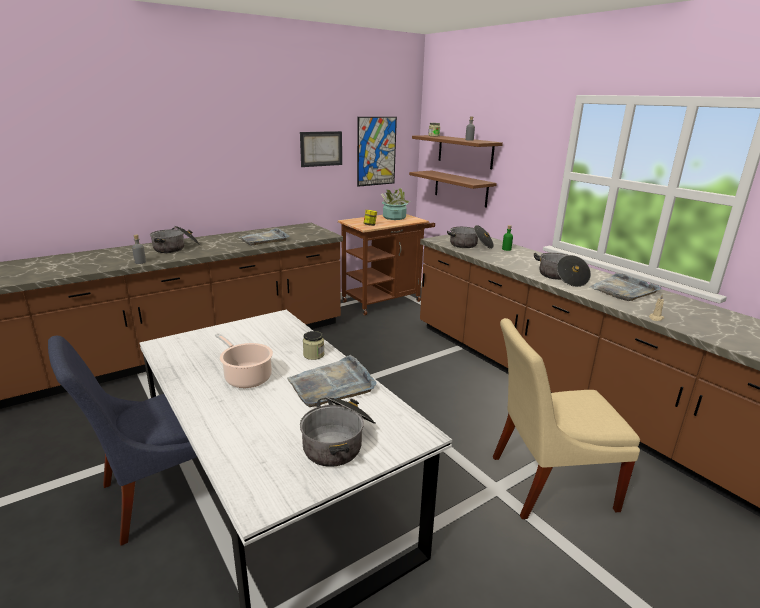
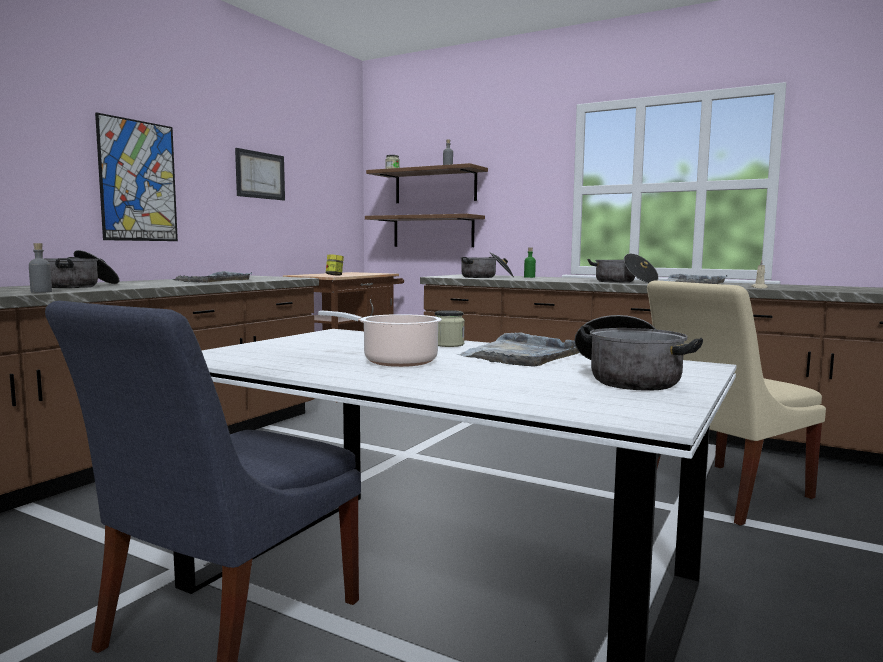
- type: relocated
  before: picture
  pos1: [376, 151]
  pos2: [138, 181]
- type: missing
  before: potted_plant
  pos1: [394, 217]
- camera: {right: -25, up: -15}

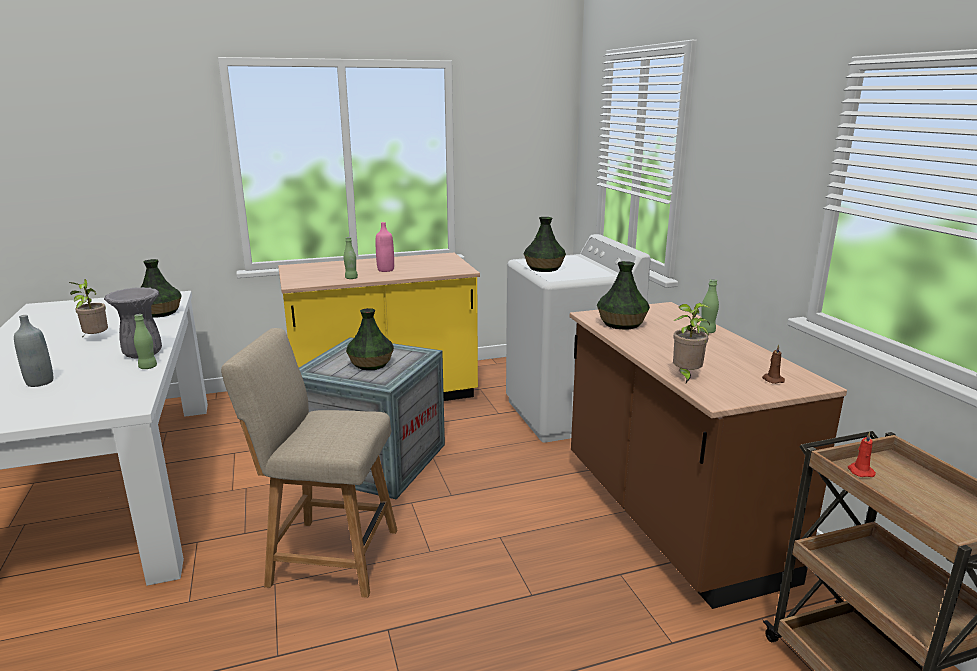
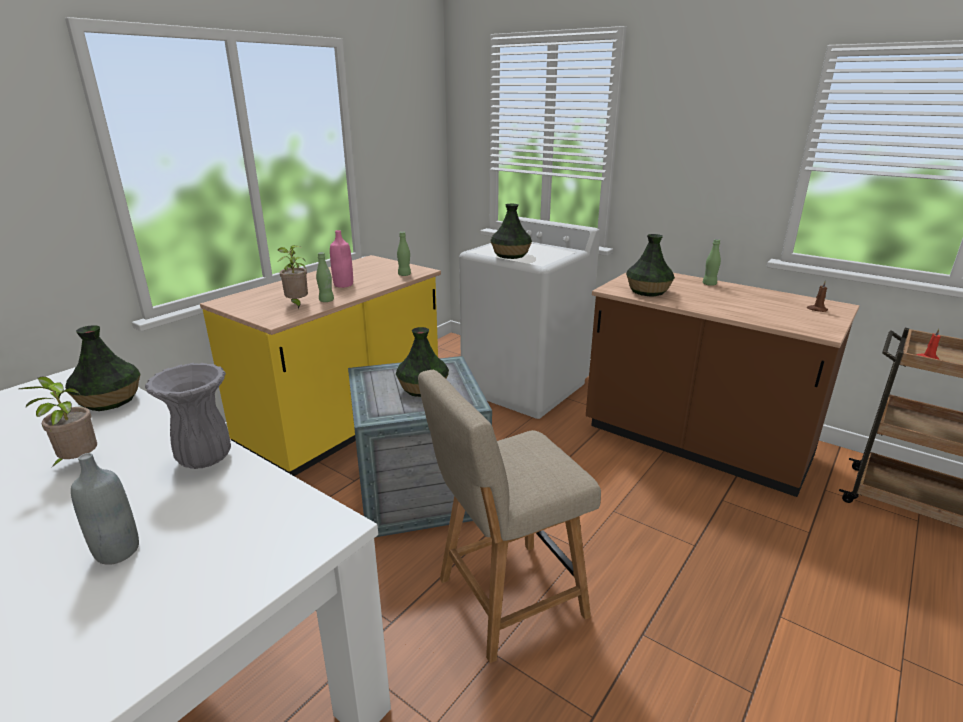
- type: relocated
  before: potted_plant
  pos1: [686, 376]
  pos2: [297, 304]
- type: relocated
  before: green_bottle
  pos1: [148, 367]
  pos2: [404, 275]
- camera: {right: -35, up: 5}

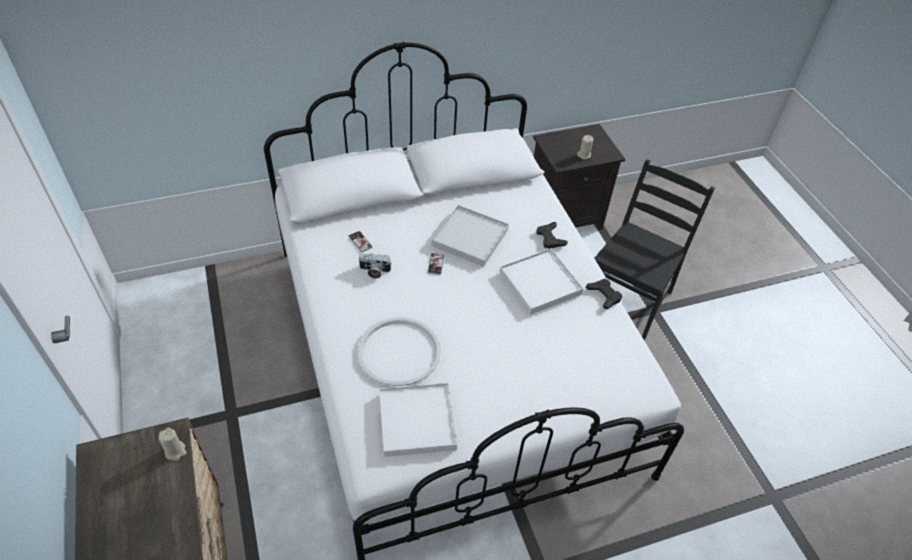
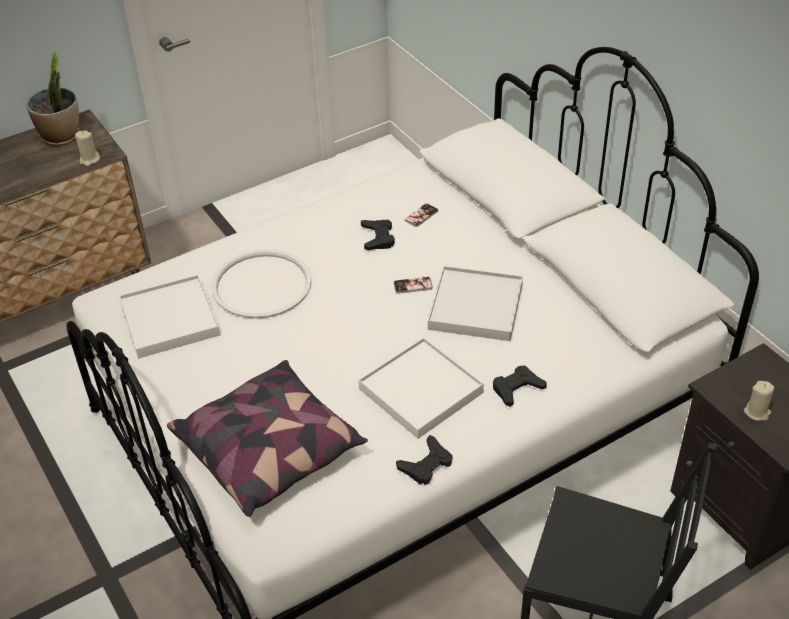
- type: appeared
  after: potted_plant
  pos2: [61, 136]
- type: appeared
  after: pillow
  pos2: [270, 450]
- type: exchanged
  before: photo_camera
  after: black_game_controller
  pos1: [374, 271]
  pos2: [378, 238]
- camera: {right: 80, up: -5}

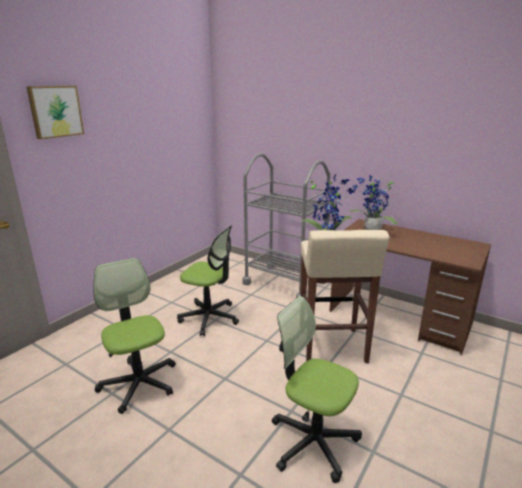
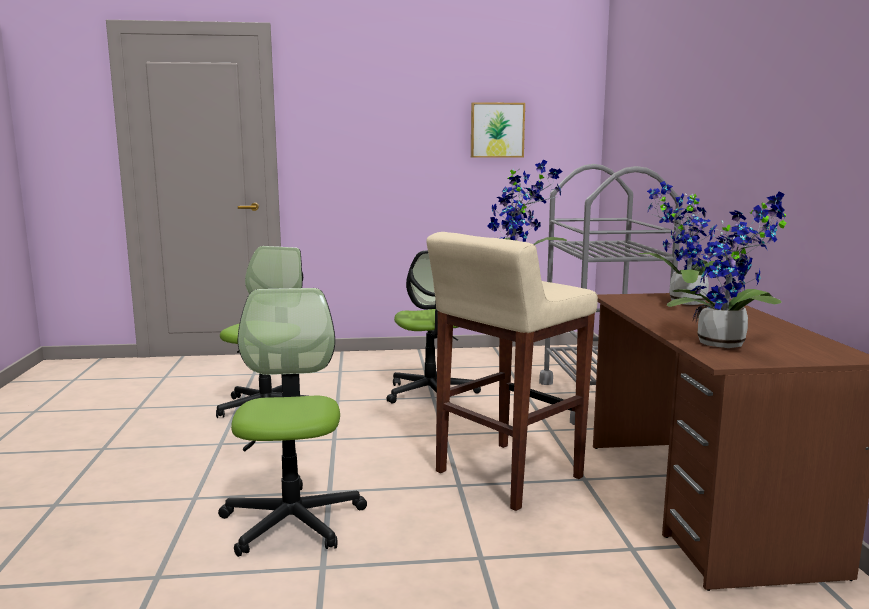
- type: relocated
  before: picture
  pos1: [55, 111]
  pos2: [497, 130]
- type: appeared
  after: potted_plant
  pos2: [727, 345]
- camera: {right: 50, up: -10}

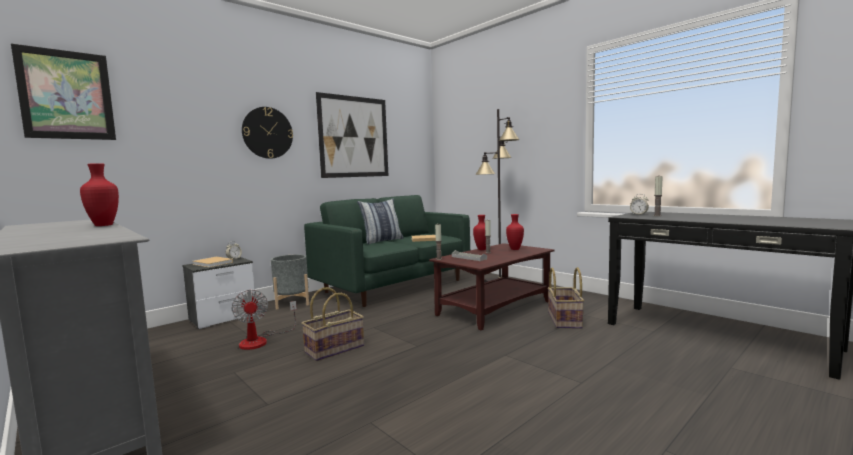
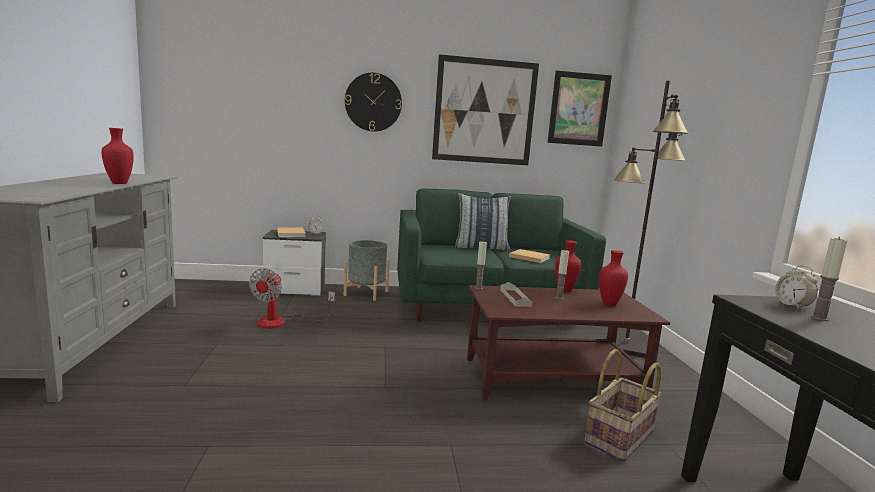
- type: relocated
  before: picture
  pos1: [66, 95]
  pos2: [578, 109]
- type: missing
  before: basket
  pos1: [334, 349]
- camera: {right: 35, up: 5}

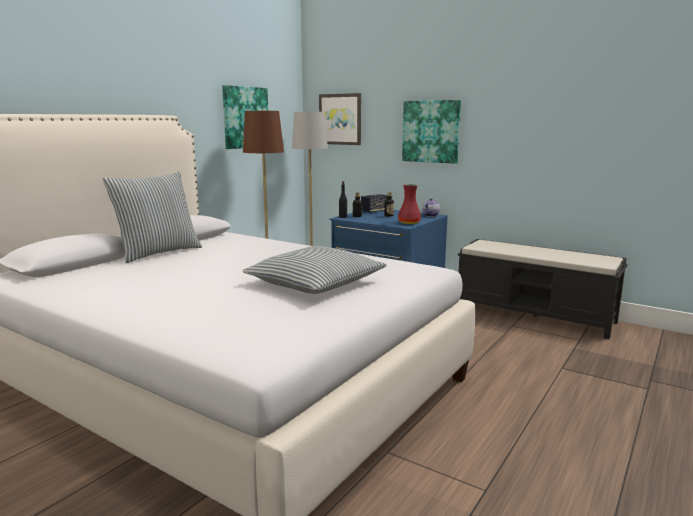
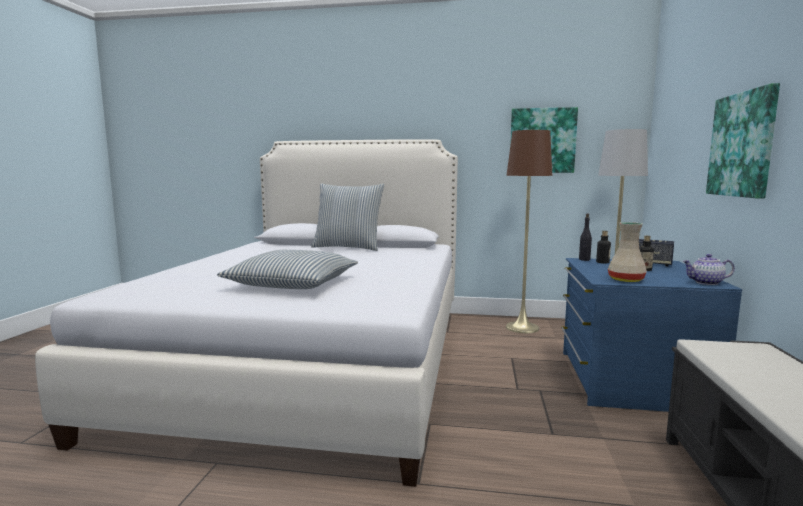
- type: colour
  before: red_vase
  after: beige_vase
  pos1: [409, 223]
  pos2: [626, 280]
- type: missing
  before: picture
  pos1: [340, 119]
- camera: {right: 65, up: -5}

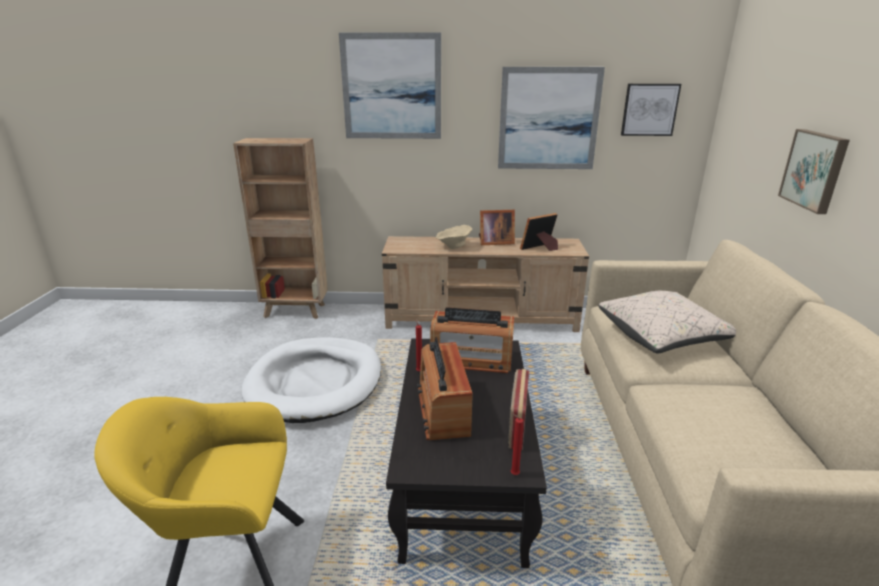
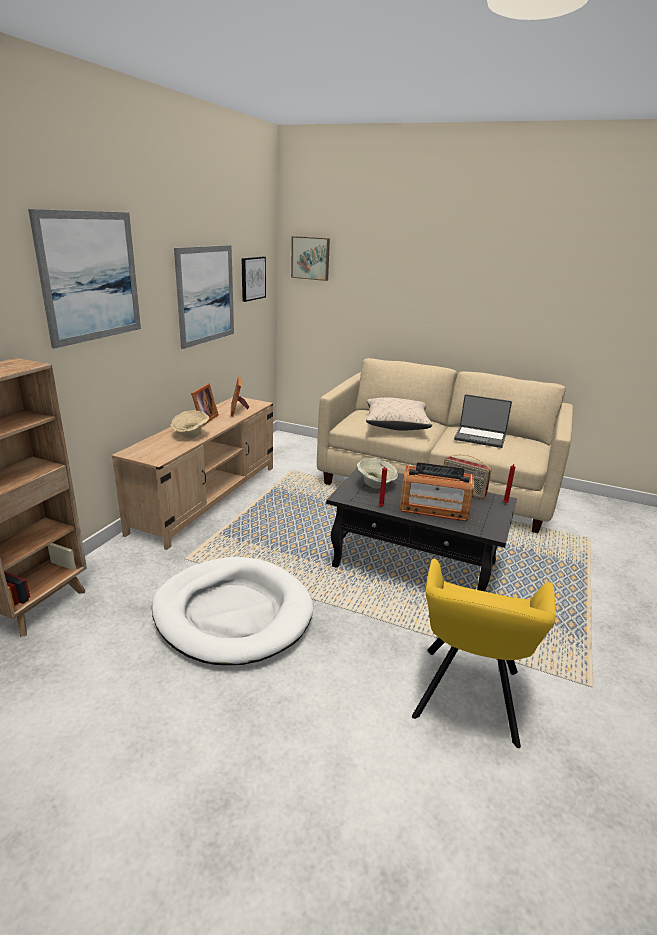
- type: relocated
  before: picture
  pos1: [815, 170]
  pos2: [311, 258]
- type: exchanged
  before: radio
  after: beige_bowl
  pos1: [471, 359]
  pos2: [376, 485]
- type: appeared
  after: laptop
  pos2: [480, 437]
- camera: {right: -70, up: 0}

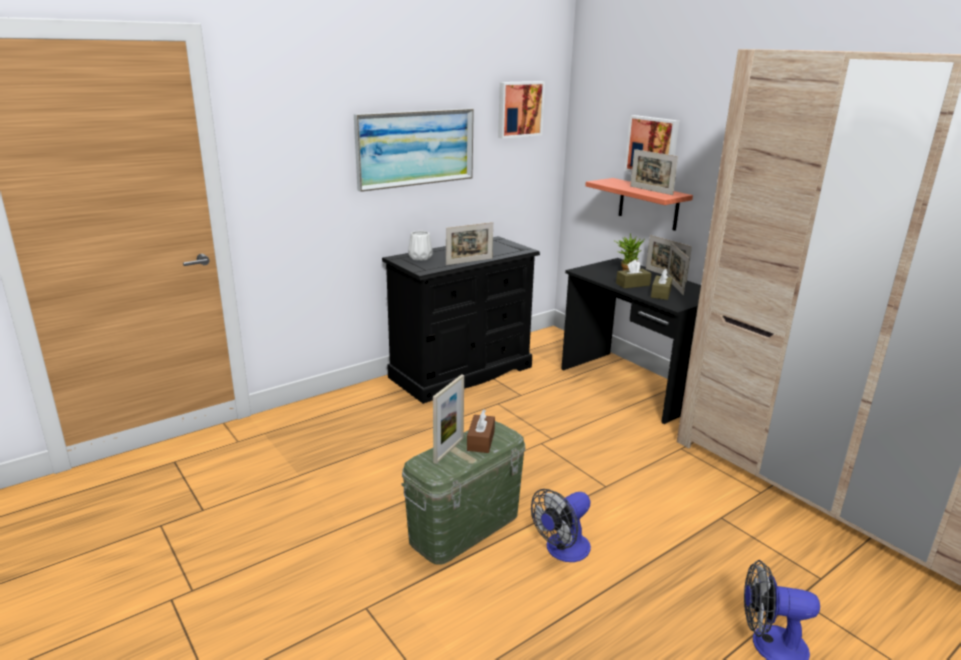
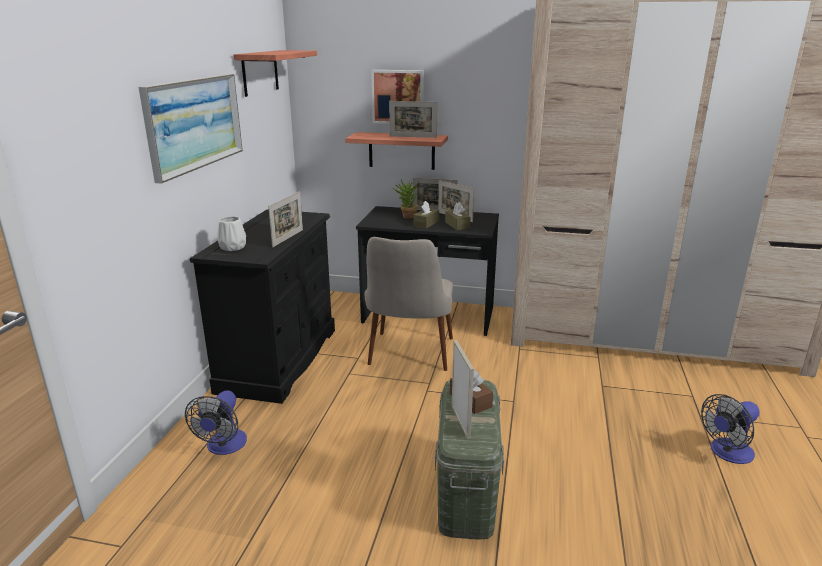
- type: relocated
  before: fan
  pos1: [562, 551]
  pos2: [224, 447]
- type: exchanged
  before: picture
  after: shelf
  pos1: [519, 109]
  pos2: [260, 72]
- type: appeared
  after: beige_chair
  pos2: [409, 359]
- camera: {right: -40, up: 0}

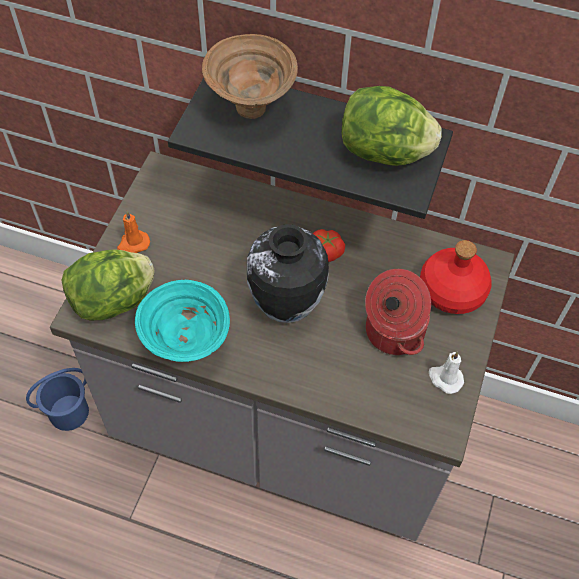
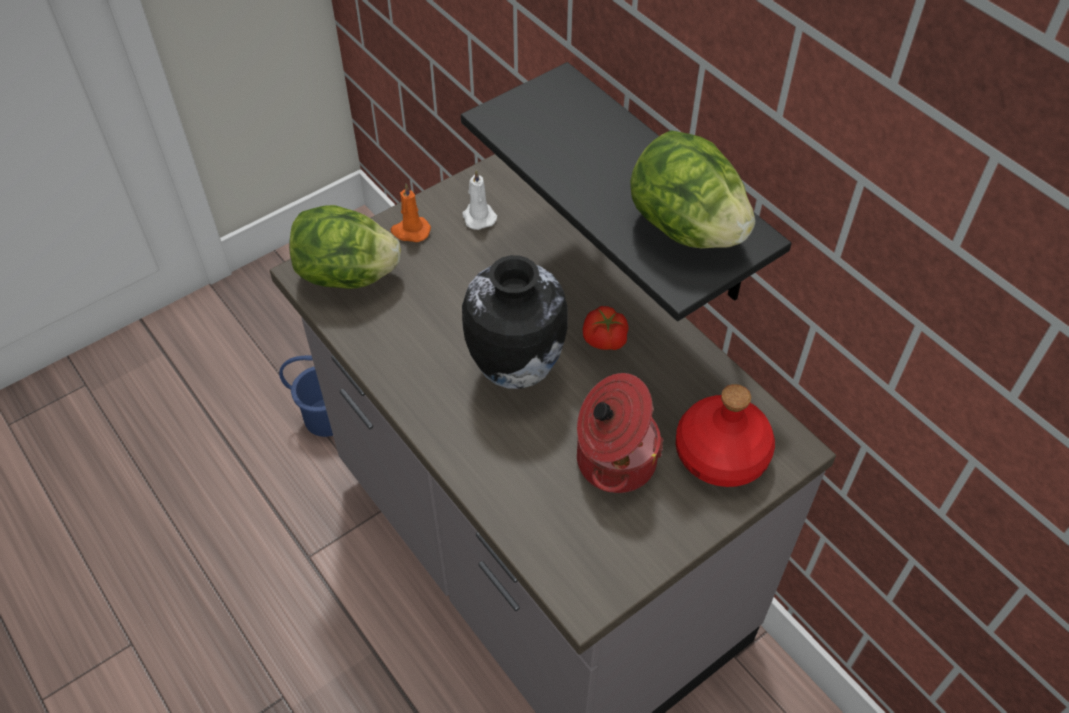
- type: relocated
  before: white_candle
  pos1: [445, 378]
  pos2: [478, 216]
- type: missing
  before: turquoise_bowl
  pos1: [188, 346]
- type: missing
  before: brown_bowl
  pos1: [252, 110]
- camera: {right: 35, up: -5}

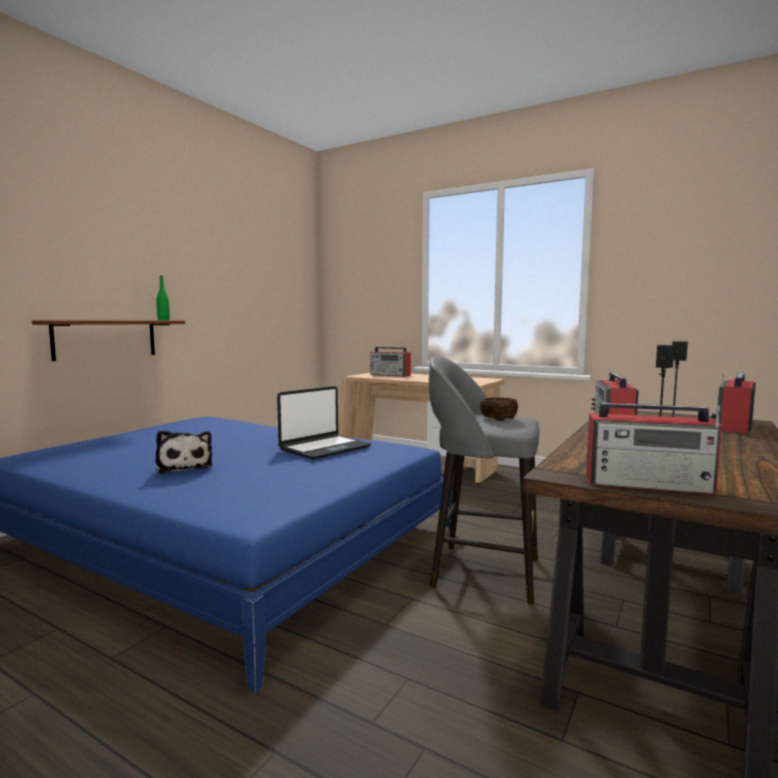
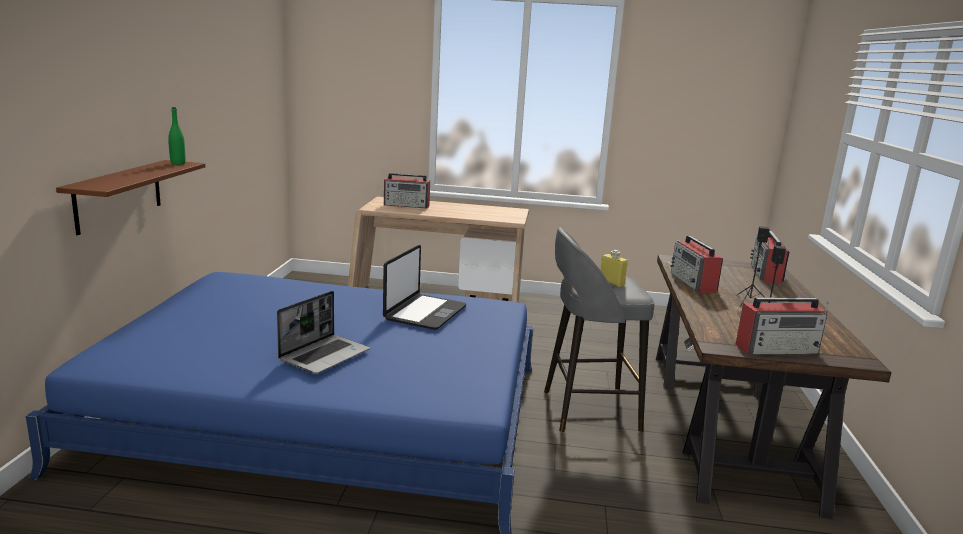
- type: exchanged
  before: plush_toy
  after: laptop
  pos1: [184, 466]
  pos2: [325, 355]
- type: exchanged
  before: brown_bowl
  after: yellow_bottle
  pos1: [497, 418]
  pos2: [611, 283]
- camera: {right: -25, up: 10}

